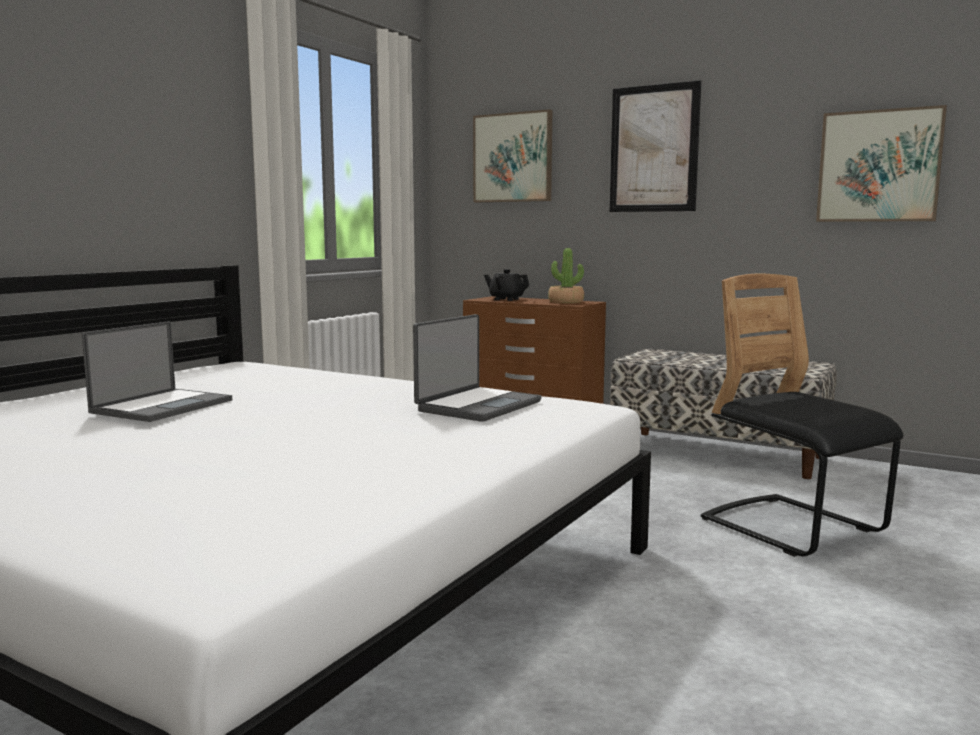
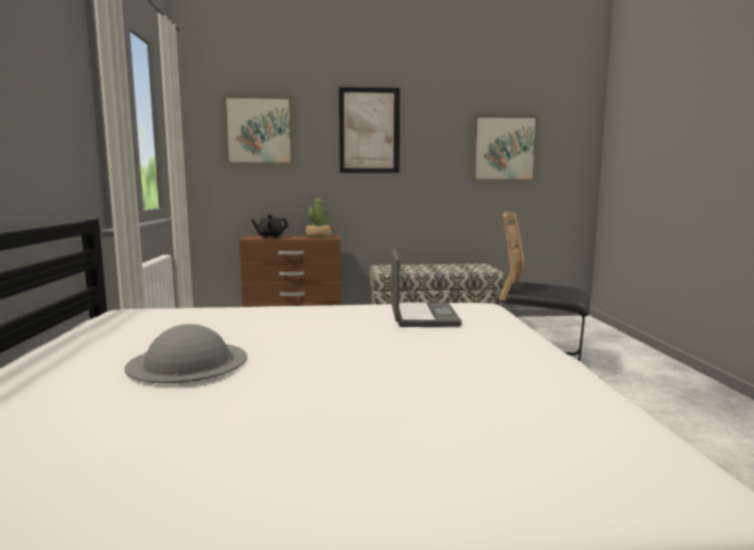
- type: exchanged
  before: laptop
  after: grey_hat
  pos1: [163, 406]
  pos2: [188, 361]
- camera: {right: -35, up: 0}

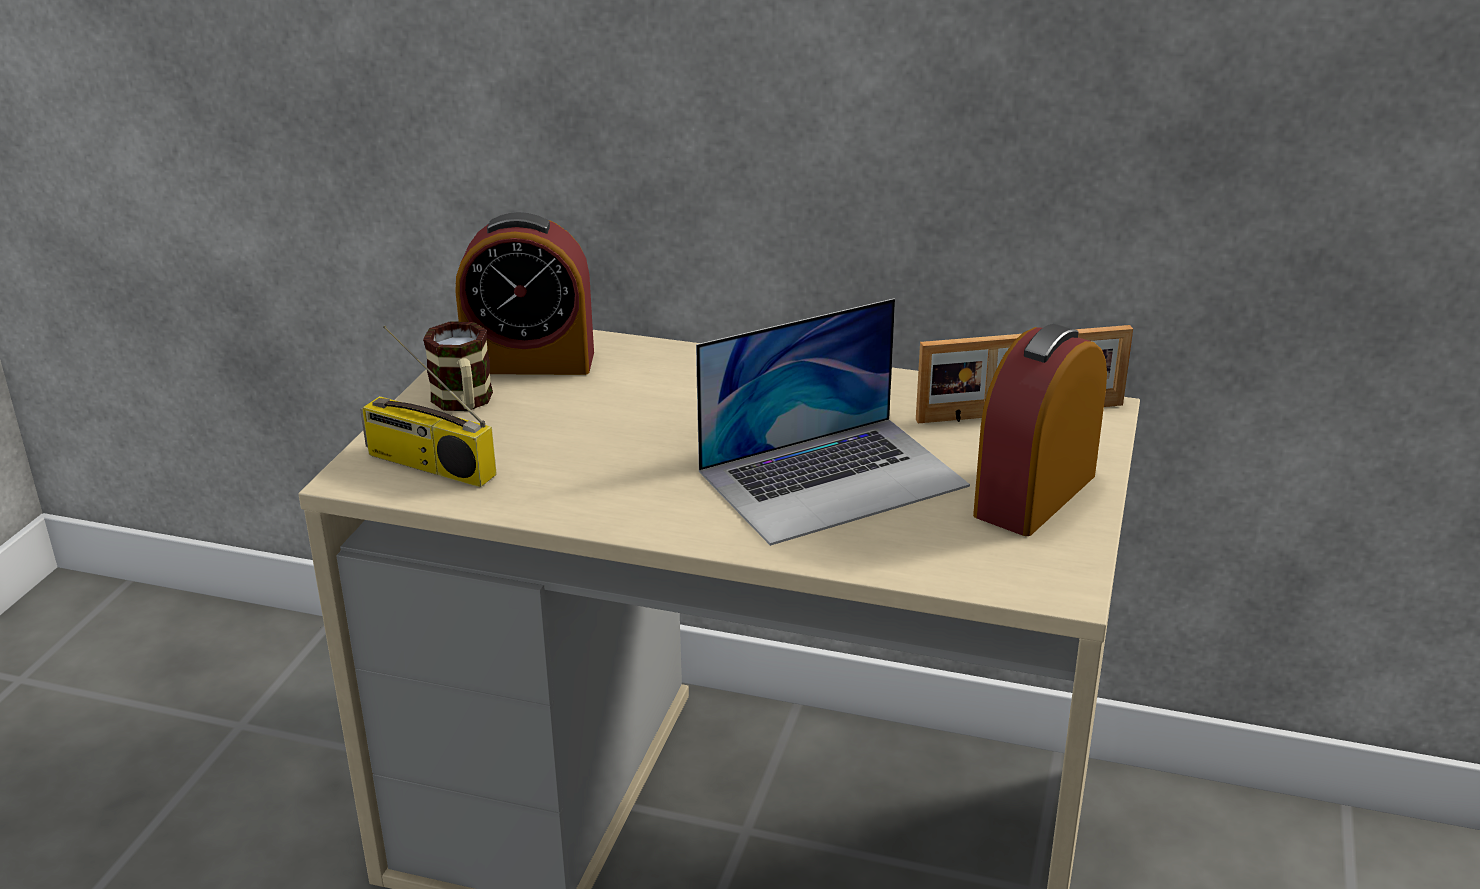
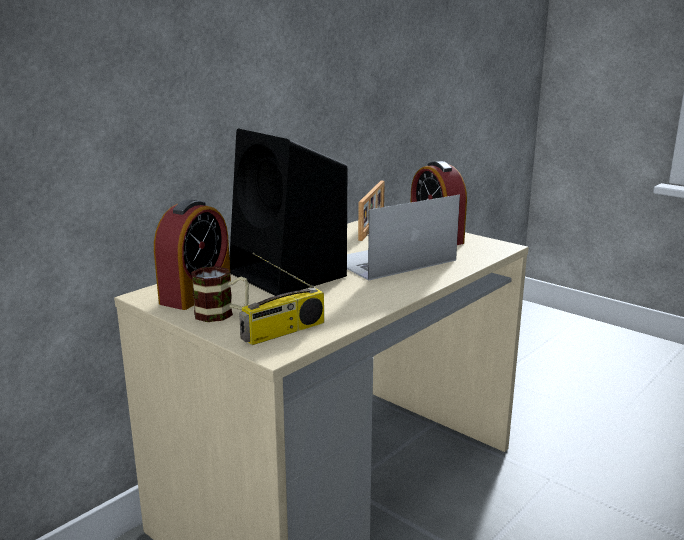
- type: appeared
  after: black_speaker
  pos2: [290, 275]
- type: spun
  before: laptop
  pos1: [833, 478]
  pos2: [392, 260]
  turn: -120
- camera: {right: -65, up: -10}

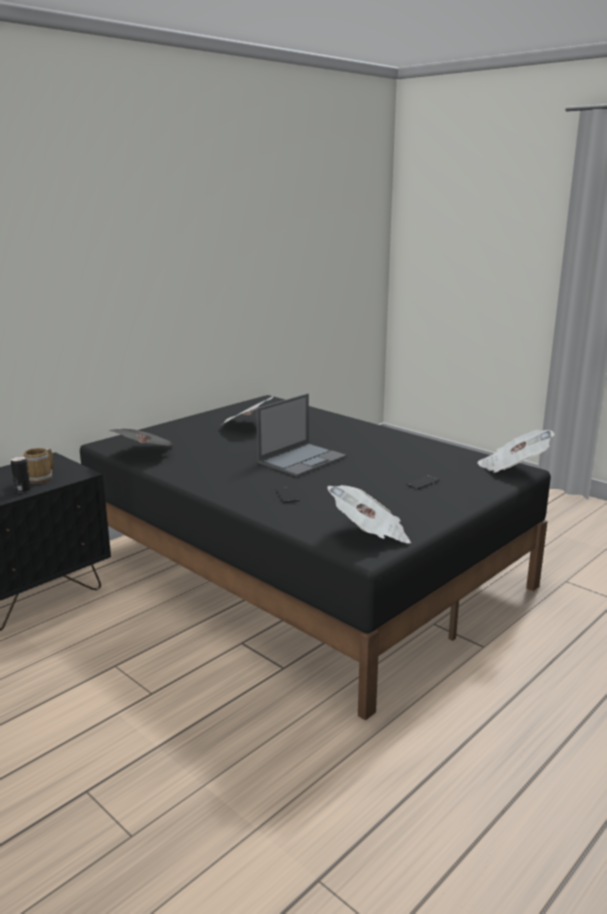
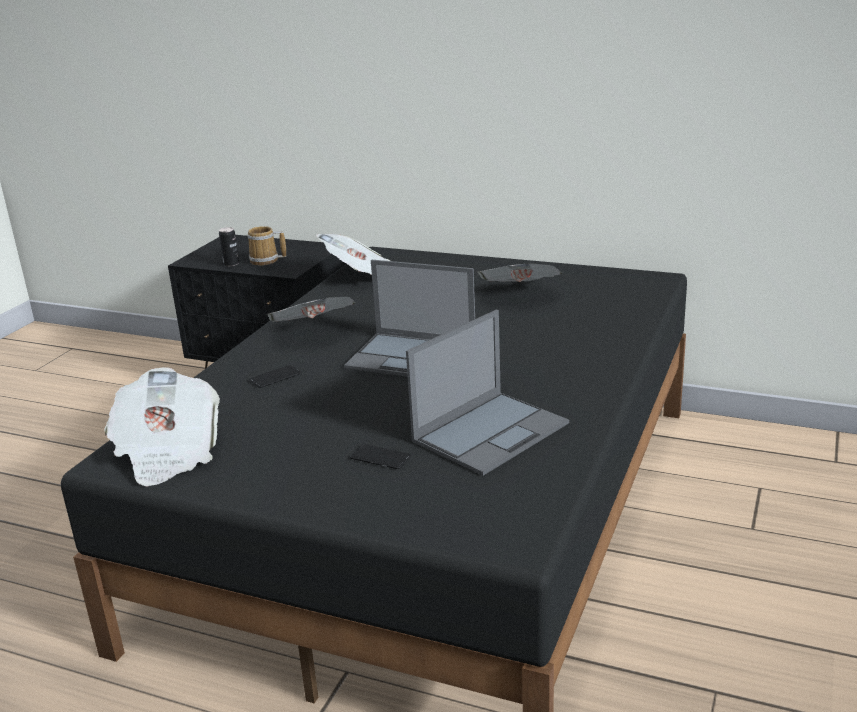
- type: relocated
  before: newspaper
  pos1: [512, 468]
  pos2: [313, 332]
- type: appeared
  after: laptop
  pos2: [491, 431]
- camera: {right: 70, up: 5}

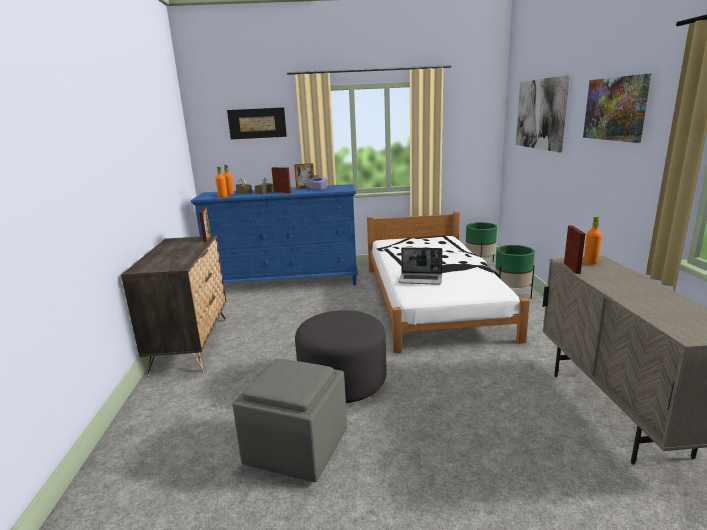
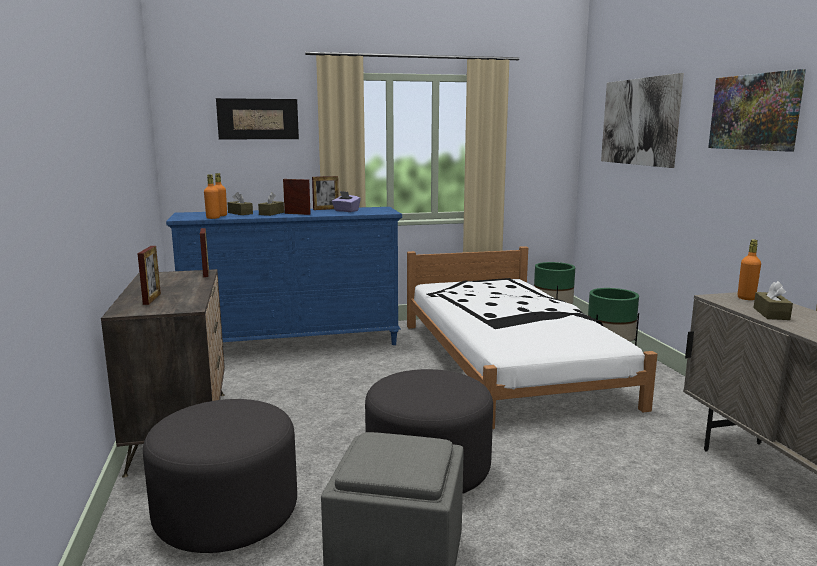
- type: relocated
  before: picture_frame
  pos1: [571, 268]
  pos2: [152, 299]
- type: appeared
  after: grey_ottoman
  pos2: [226, 514]
- type: appeared
  after: brown_tissue_box
  pos2: [771, 314]
- type: missing
  before: laptop
  pos1: [421, 279]
- camera: {right: -10, up: -5}

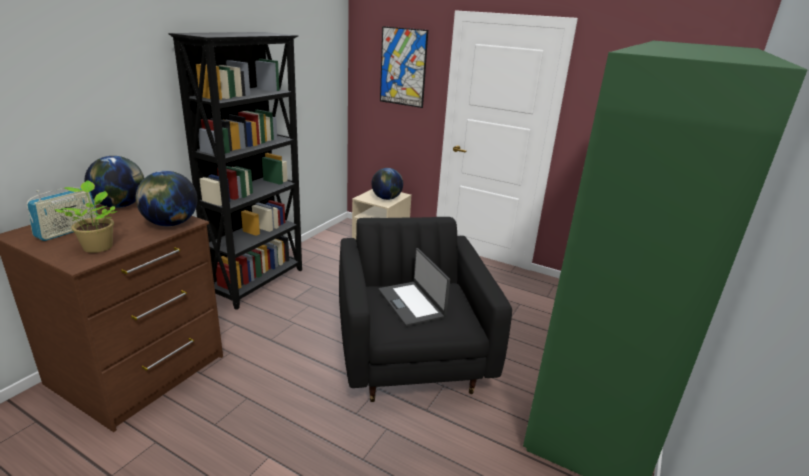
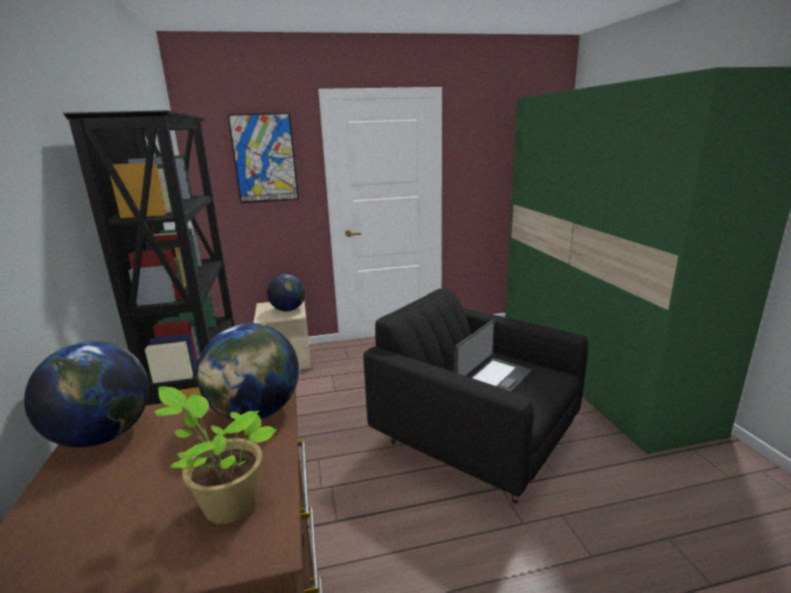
- type: spun
  before: laptop
  pos1: [412, 303]
  pos2: [492, 380]
  turn: -75
- type: missing
  before: radio
  pos1: [68, 231]
- camera: {right: -40, up: -5}

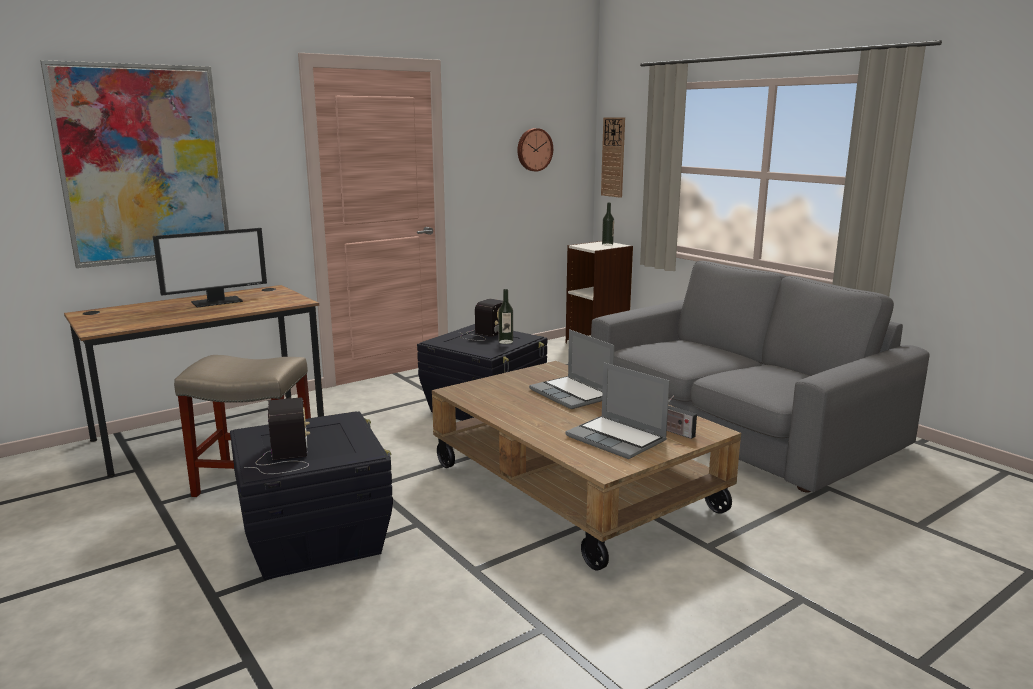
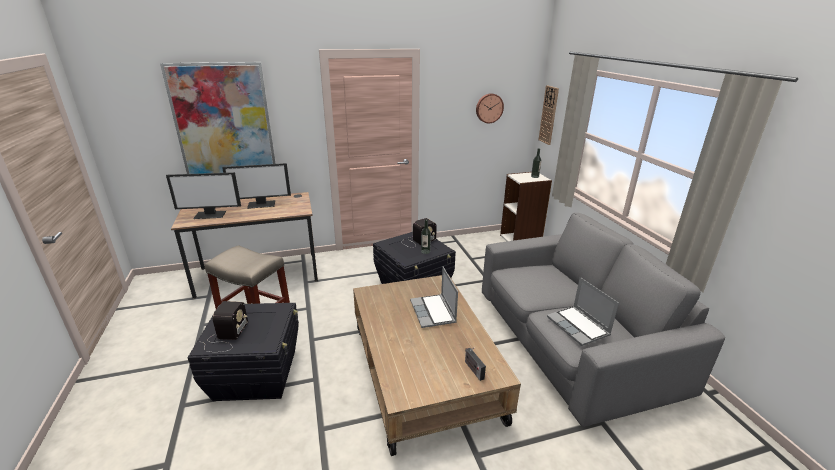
- type: appeared
  after: monitor
  pos2: [210, 214]
- type: relocated
  before: laptop
  pos1: [617, 439]
  pos2: [578, 326]
- camera: {right: 20, up: 10}

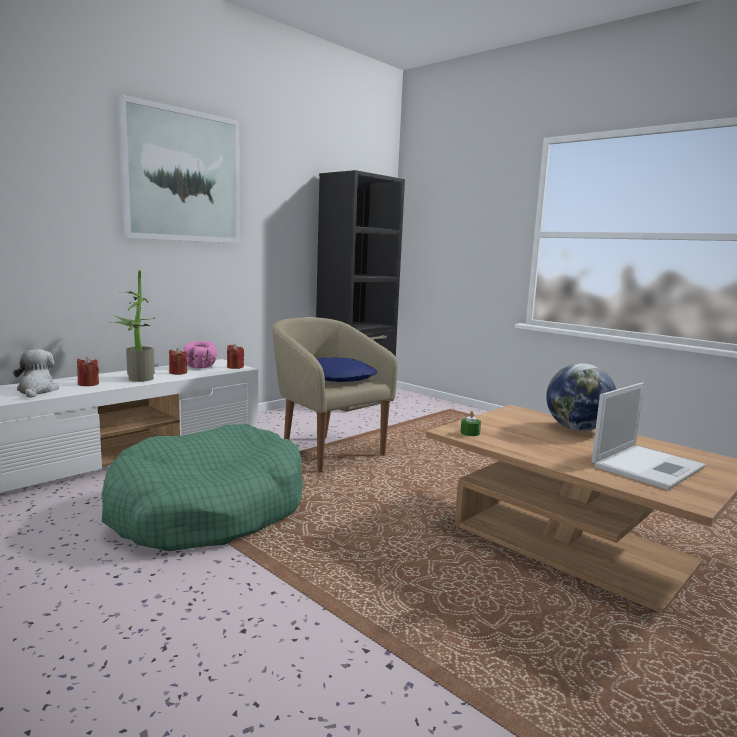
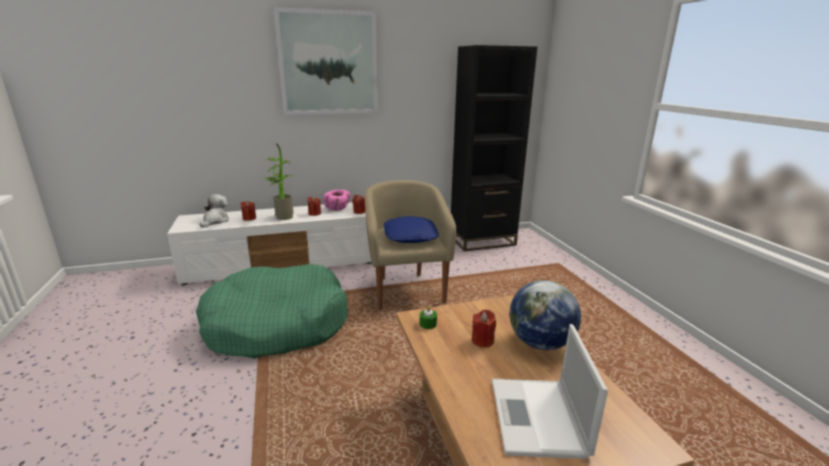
- type: appeared
  after: red_candle
  pos2: [482, 340]
- type: spun
  before: laptop
  pos1: [648, 466]
  pos2: [538, 418]
  turn: 105
- camera: {right: 30, up: 10}

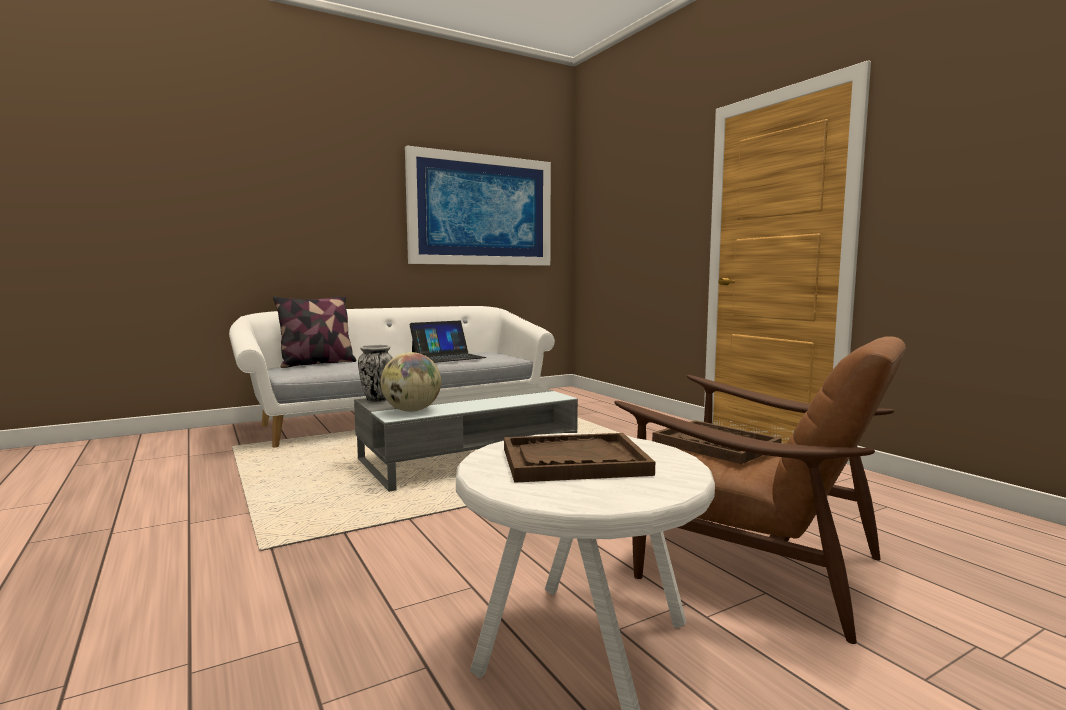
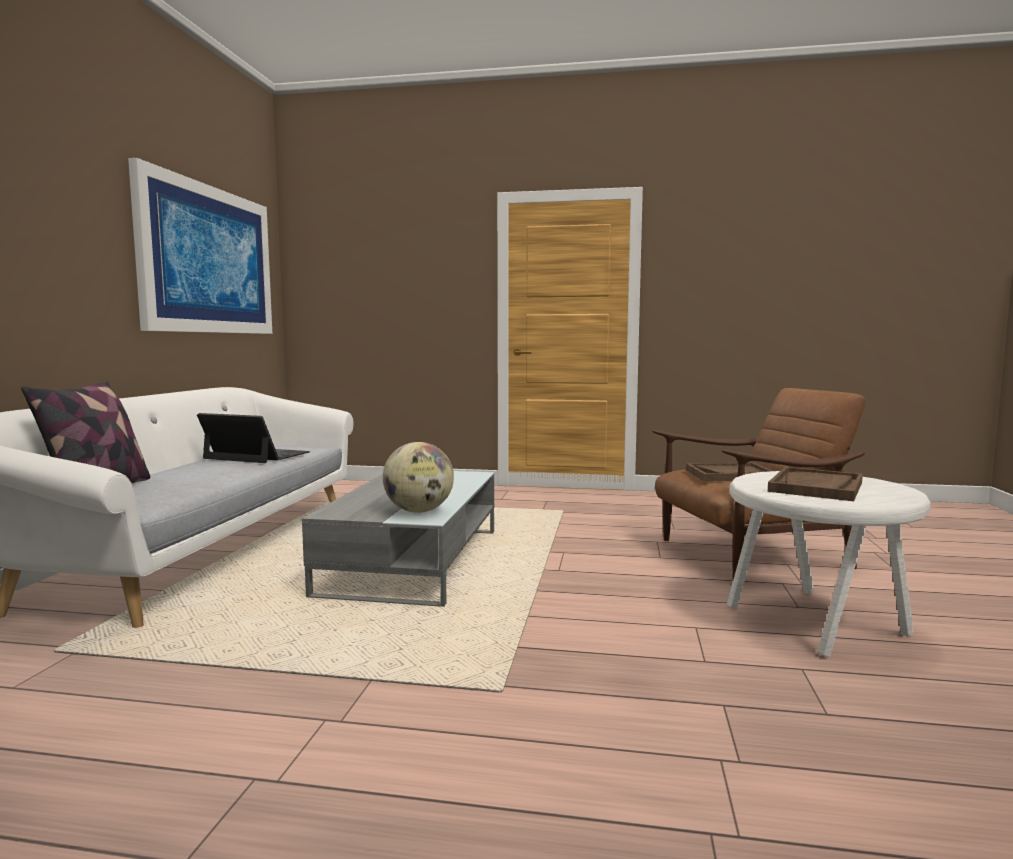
- type: spun
  before: laptop
  pos1: [448, 357]
  pos2: [256, 455]
  turn: -75
- type: missing
  before: vase
  pos1: [376, 400]
- camera: {right: -50, up: 0}

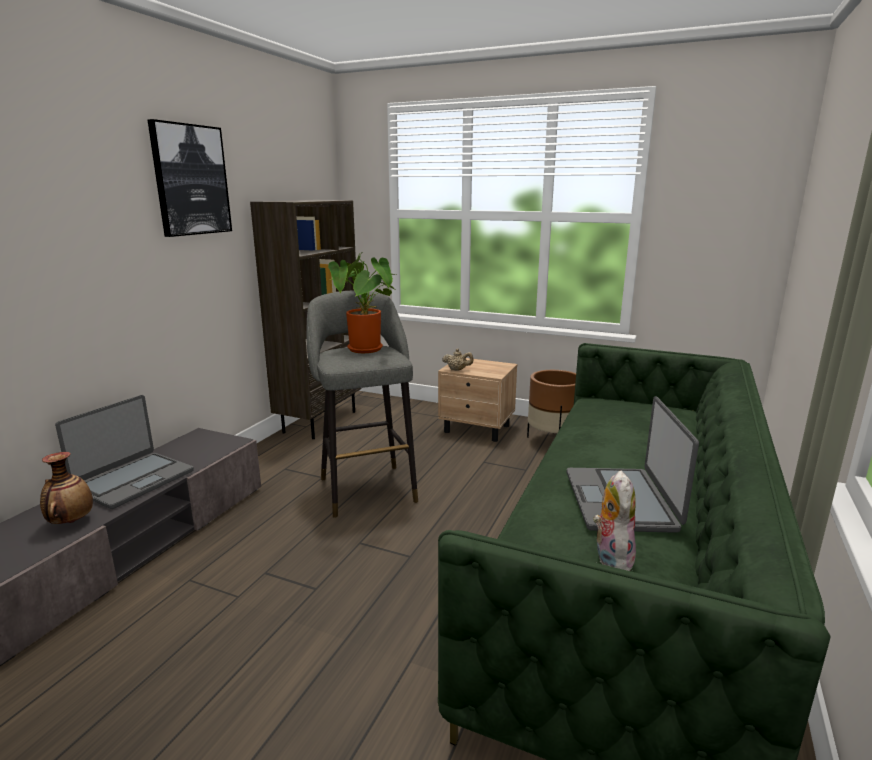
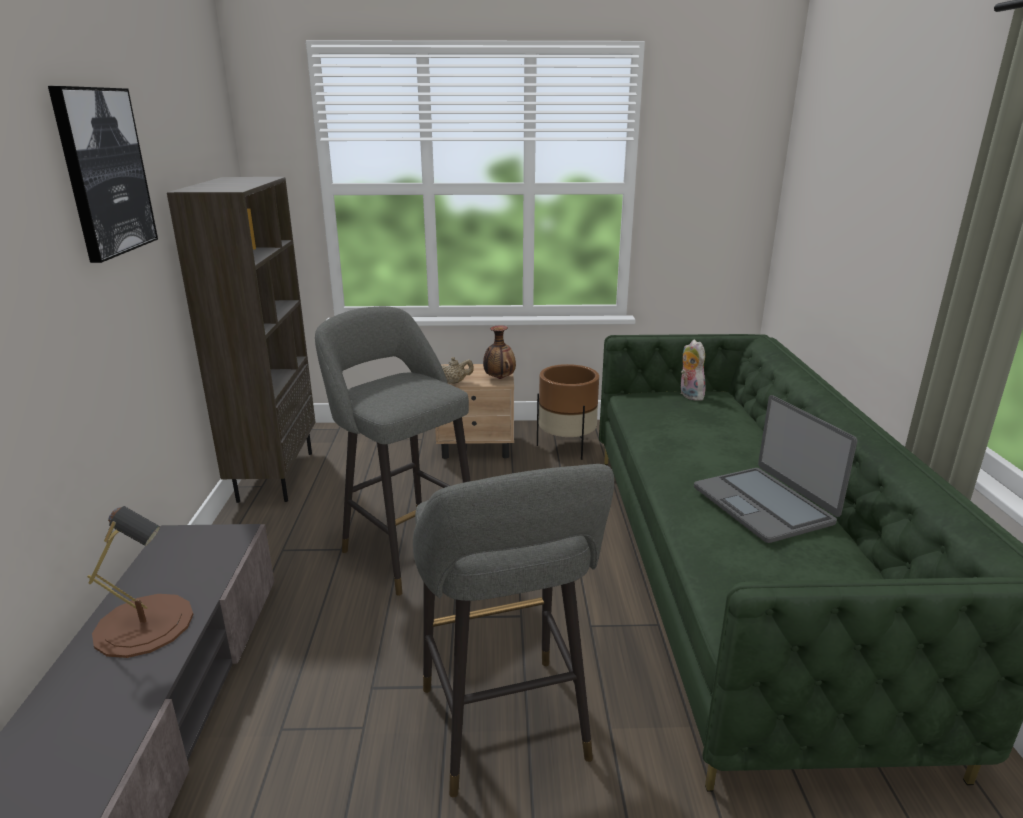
- type: exchanged
  before: laptop
  after: brown_table_lamp
  pos1: [133, 480]
  pos2: [144, 624]
- type: appeared
  after: grey_stool
  pos2: [507, 731]
- type: relocated
  before: vase
  pos1: [71, 521]
  pos2: [499, 378]
- type: relocated
  before: plush_toy
  pos1: [610, 558]
  pos2: [689, 395]
- type: missing
  before: potted_plant
  pos1: [367, 350]
- camera: {right: -25, up: 5}

